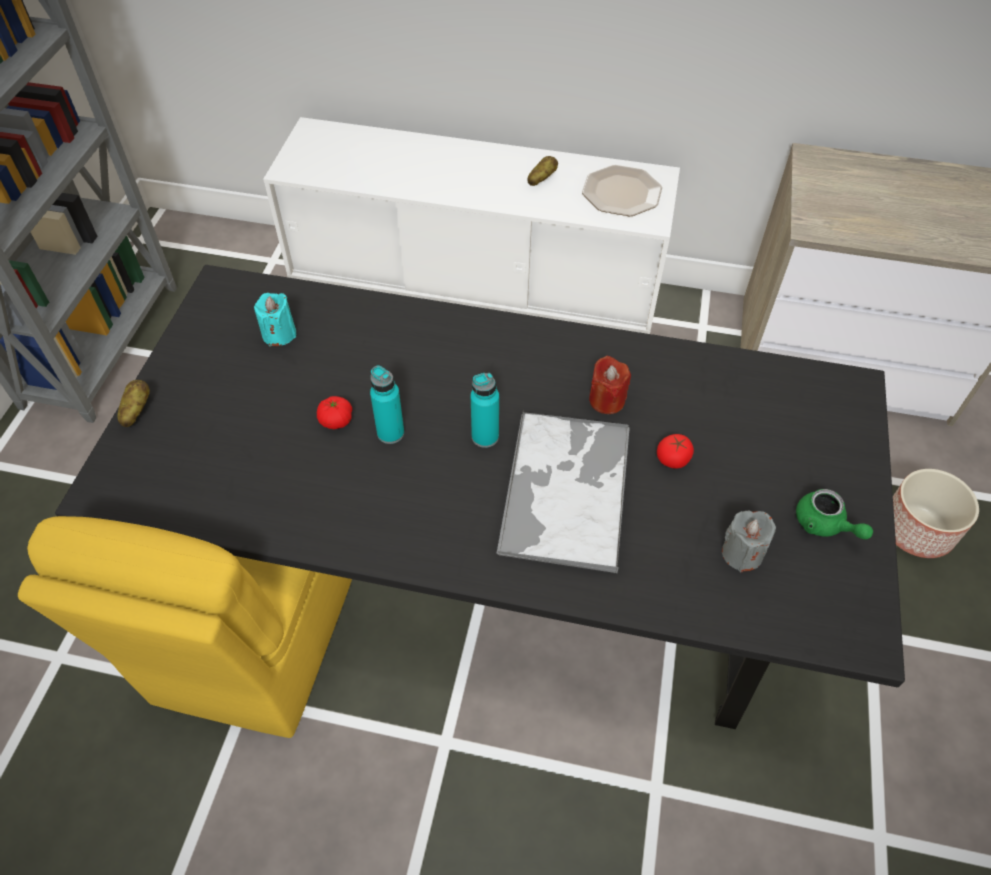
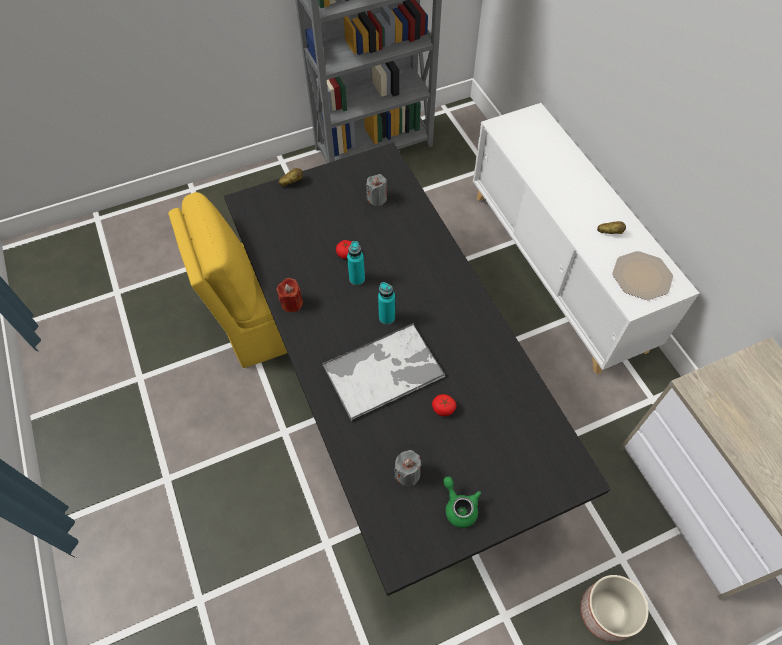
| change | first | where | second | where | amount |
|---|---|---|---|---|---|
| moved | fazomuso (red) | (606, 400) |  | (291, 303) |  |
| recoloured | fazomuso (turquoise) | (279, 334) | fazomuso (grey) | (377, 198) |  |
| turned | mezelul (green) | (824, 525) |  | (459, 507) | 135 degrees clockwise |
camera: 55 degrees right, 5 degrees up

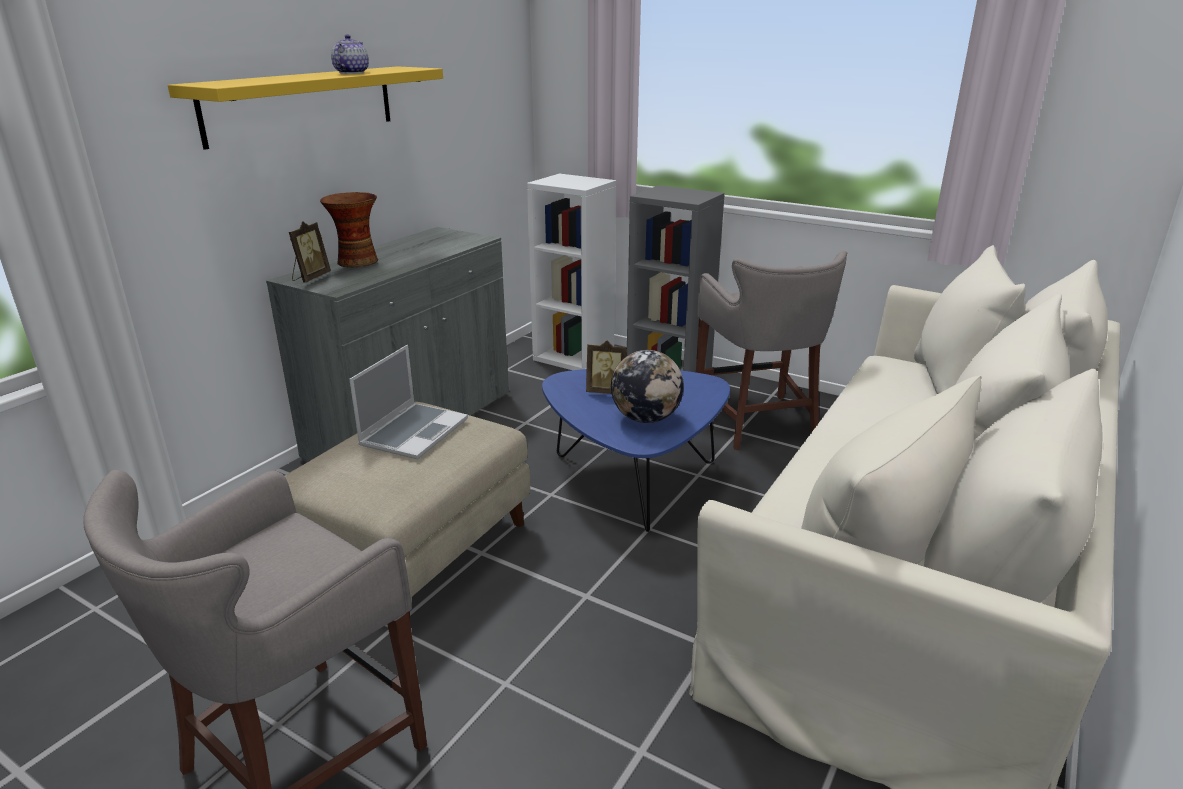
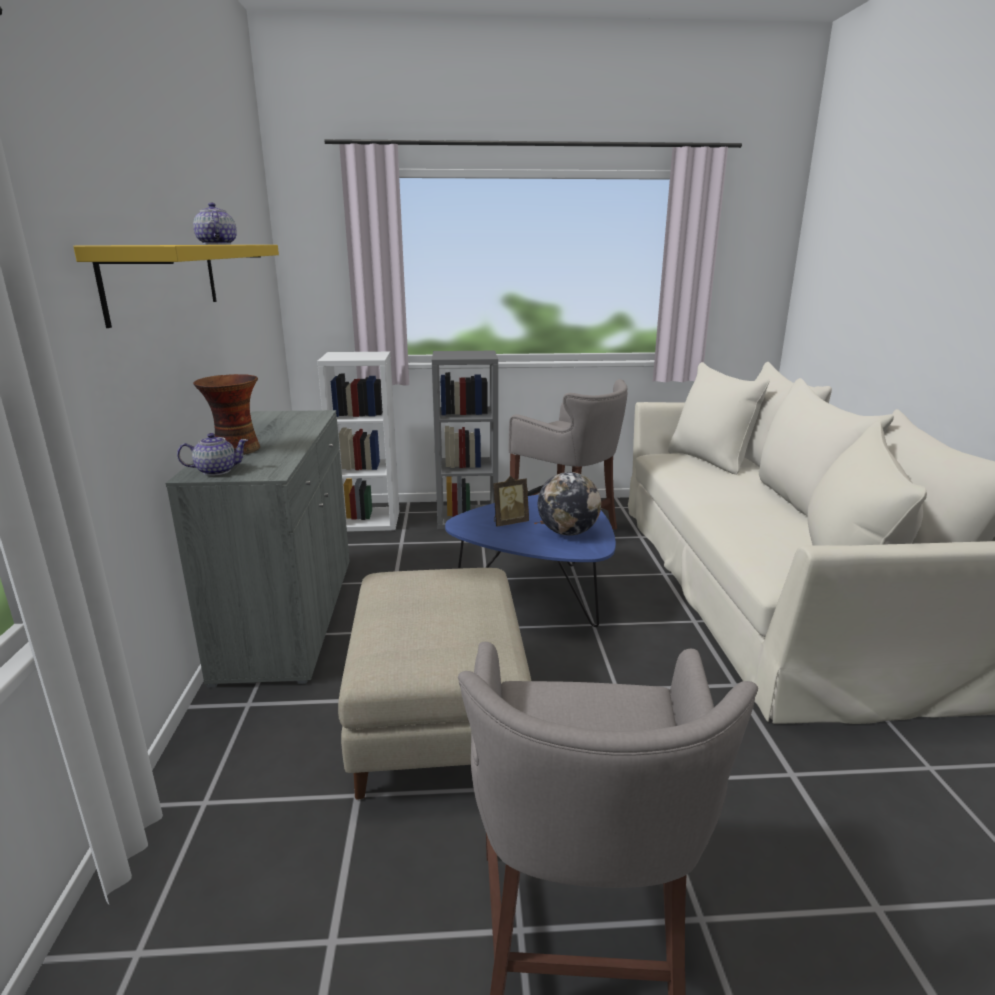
| change | first | where | second | where | amount |
|---|---|---|---|---|---|
| removed | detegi | (414, 432) |  |  |  |
| replaced | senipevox | (310, 278) | mezelul | (216, 471) |  |
camera: 35 degrees left, 5 degrees down

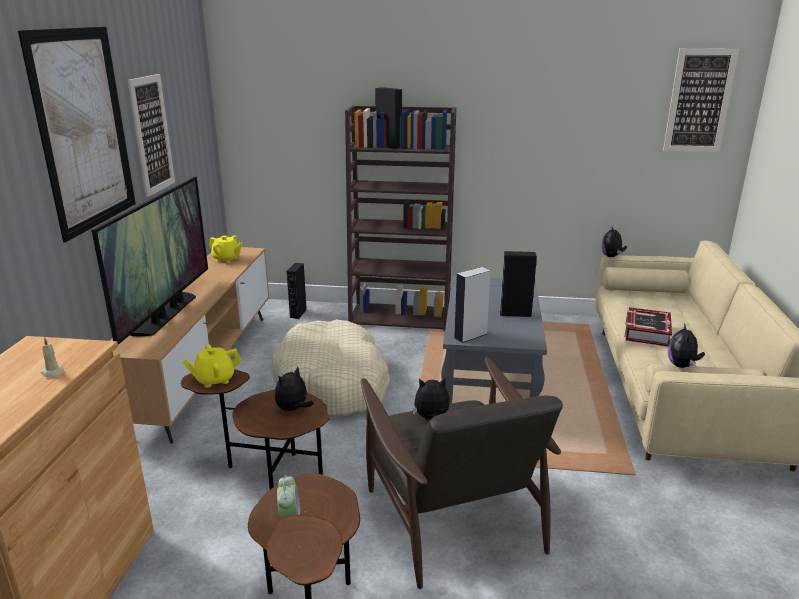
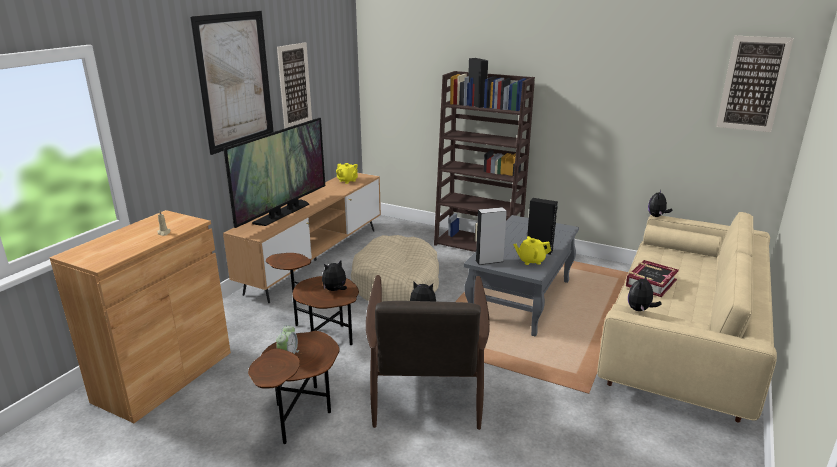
| change | first | where | second | where | amount |
|---|---|---|---|---|---|
| removed | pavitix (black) | (298, 313) |  |  |  |
| moved | mezelul (yellow) | (214, 379) |  | (531, 261) |  |
camera: 20 degrees right, 0 degrees up

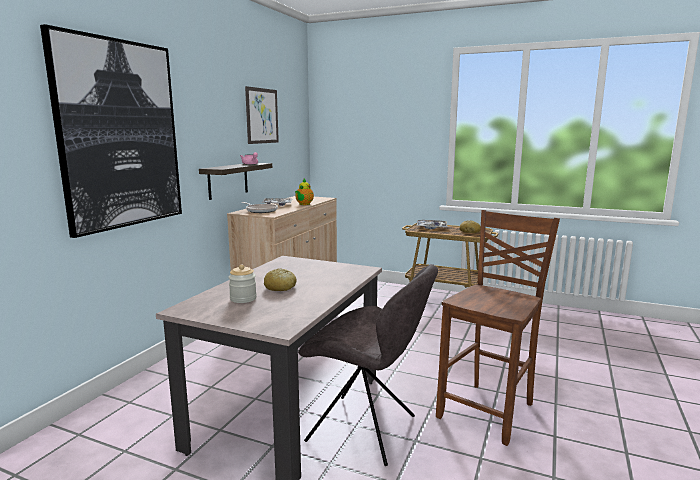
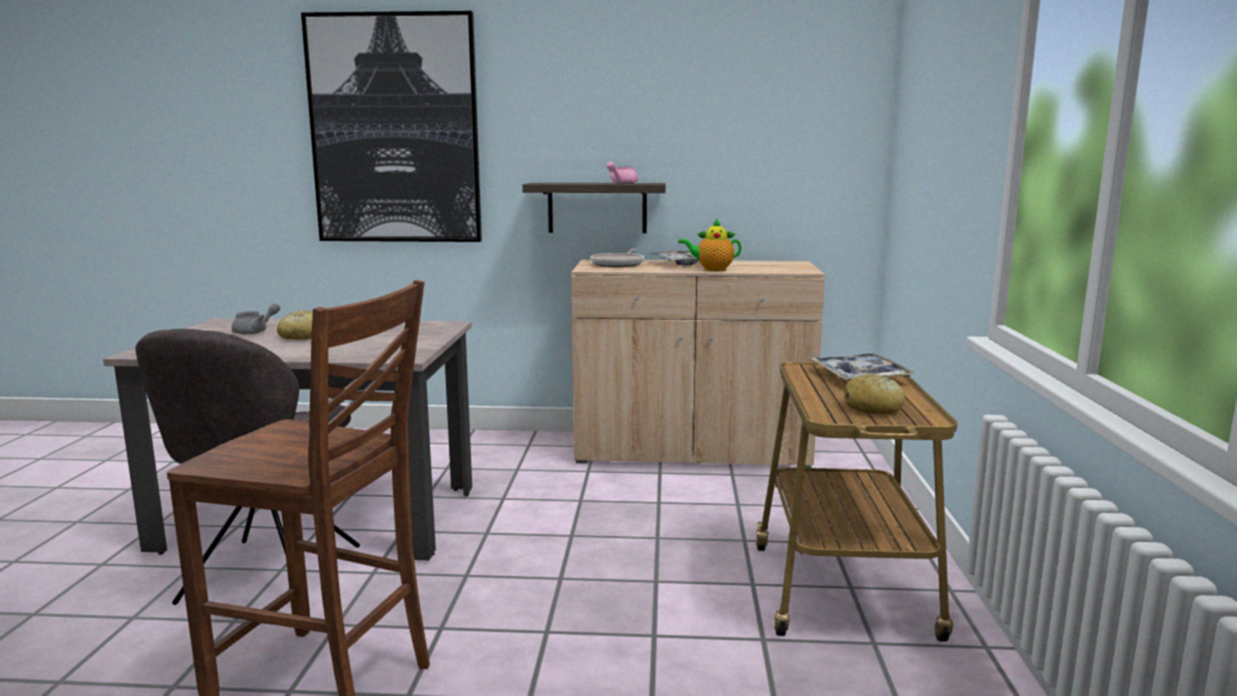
| change | first | where | second | where | amount |
|---|---|---|---|---|---|
| removed | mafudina | (262, 116) |  |  |  |
| replaced | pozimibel | (243, 299) | mezelul (grey) | (255, 331) |  |
camera: 70 degrees right, 0 degrees up

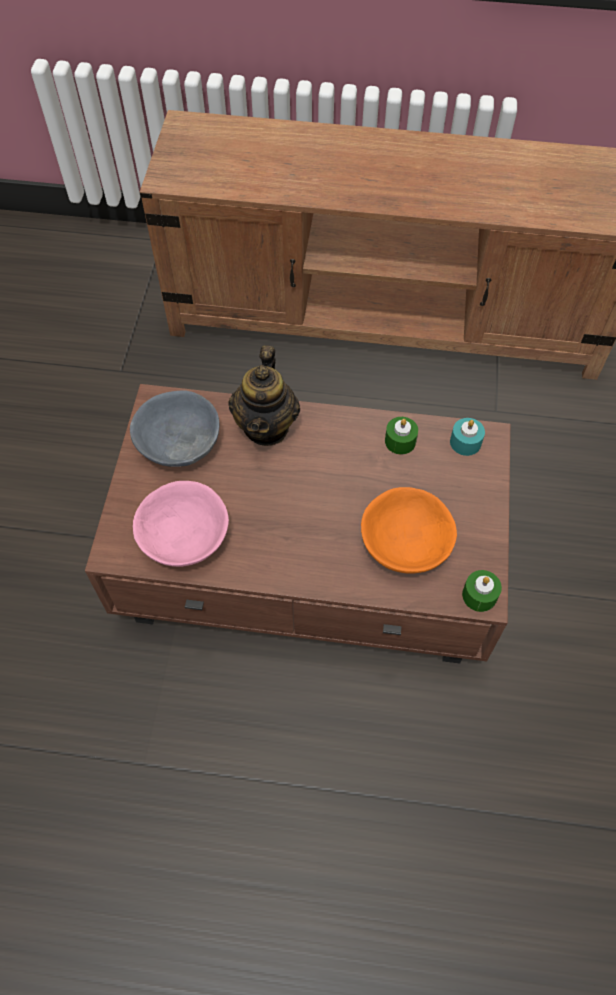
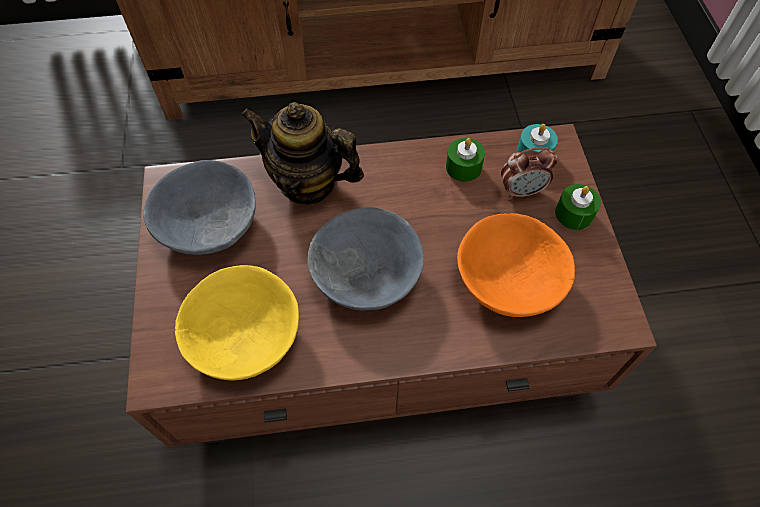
| change | first | where | second | where | amount |
|---|---|---|---|---|---|
| added |  |  | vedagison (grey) | (367, 274) |  |
| added |  |  | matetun | (521, 191) |  |
| moved | fazomuso (green) | (479, 595) |  | (574, 214) |  |
| recoloured | vedagison (pink) | (185, 536) | vedagison (yellow) | (246, 335) |  |
| turned | mezelul | (266, 426) |  | (308, 183) | 120 degrees clockwise |
camera: 15 degrees left, 0 degrees up

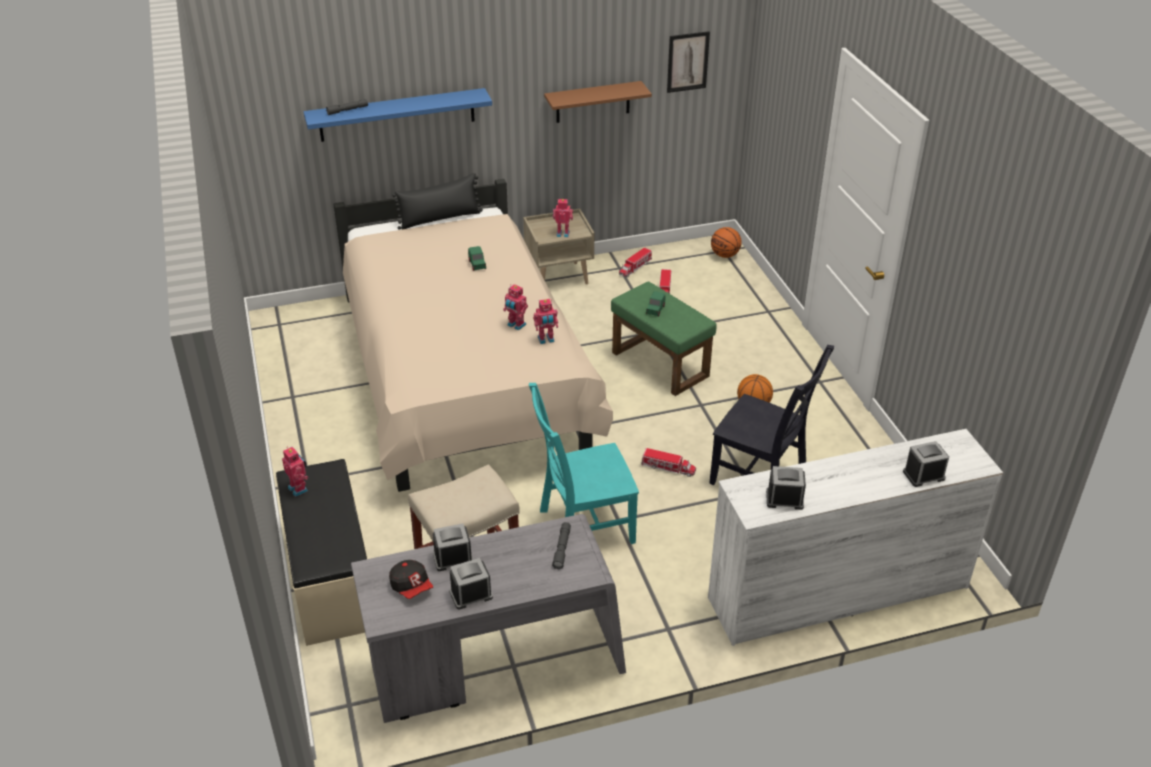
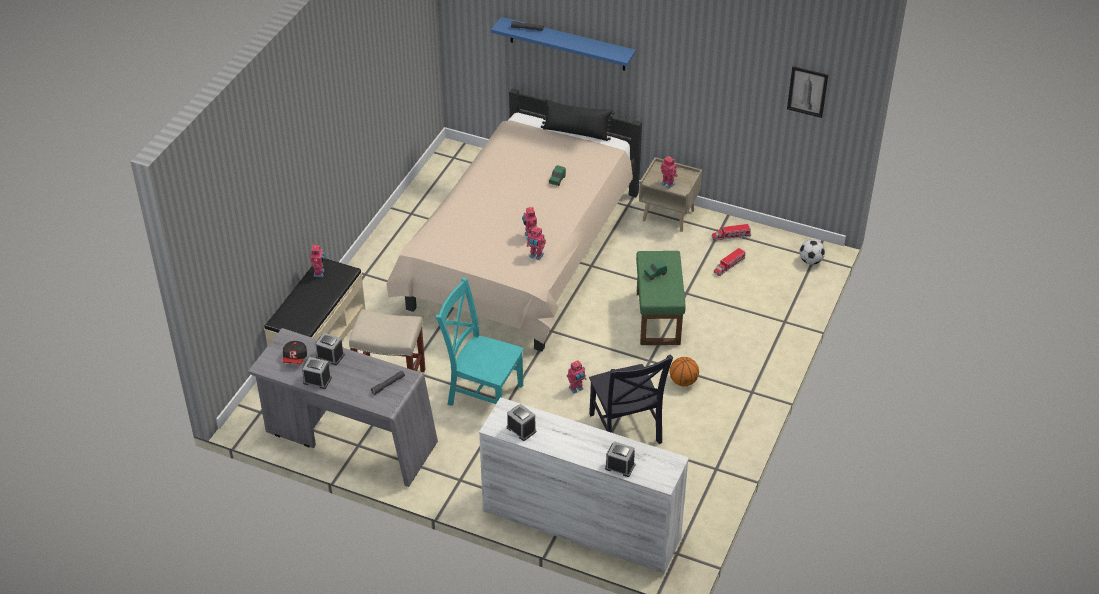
| change | first | where | second | where | amount |
|---|---|---|---|---|---|
| removed | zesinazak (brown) | (593, 102) |  |  |  |
| replaced | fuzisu | (668, 468) | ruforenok | (576, 389) |  |
| replaced | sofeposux | (725, 255) | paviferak | (810, 261) |  |
camera: 40 degrees right, 5 degrees up

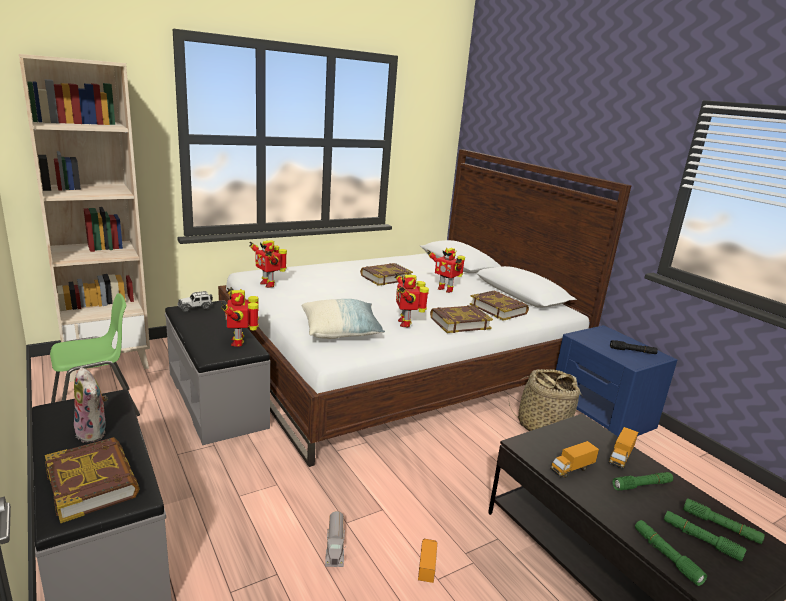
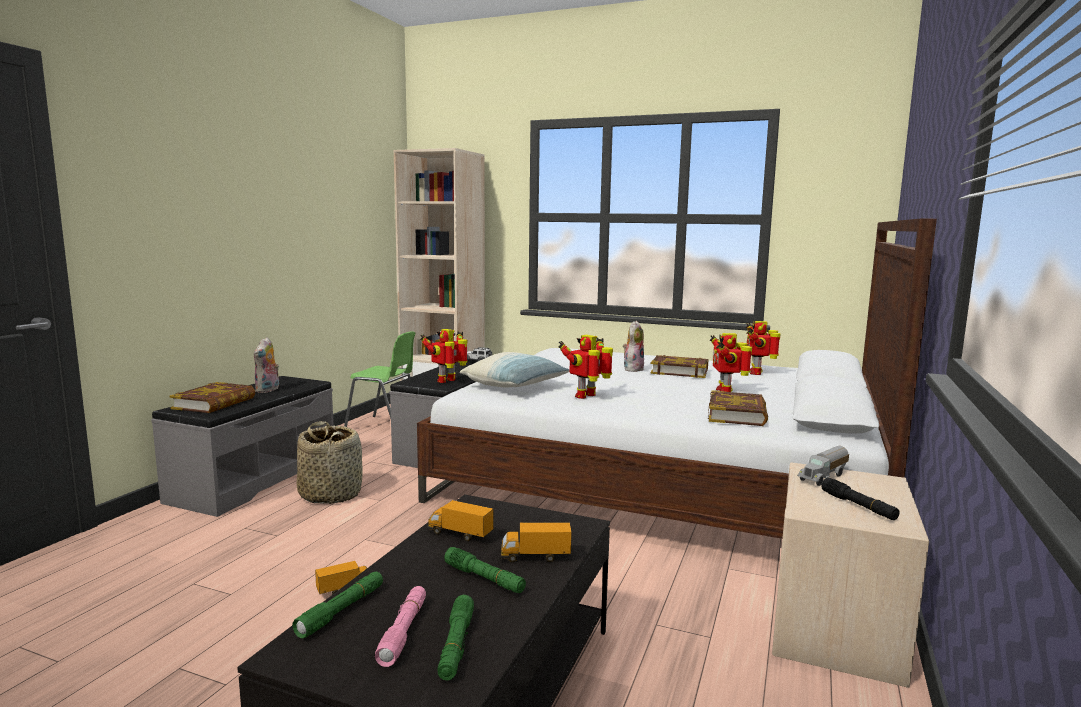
| change | first | where | second | where | amount |
|---|---|---|---|---|---|
| removed | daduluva | (459, 323) |  |  |  |
| added |  |  | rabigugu | (632, 369) |  |
| moved | ruforenok | (268, 284) |  | (757, 372) |  |
| moved | fuzisu | (335, 548) |  | (824, 477) |  |
| moved | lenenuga | (542, 426) |  | (331, 494) |  |
| recoloured | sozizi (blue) | (602, 414) | sozizi (beige) | (835, 625) |  |
| recoloured | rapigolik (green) | (700, 540) | rapigolik (pink) | (403, 632) |  |
camera: 55 degrees right, 10 degrees down

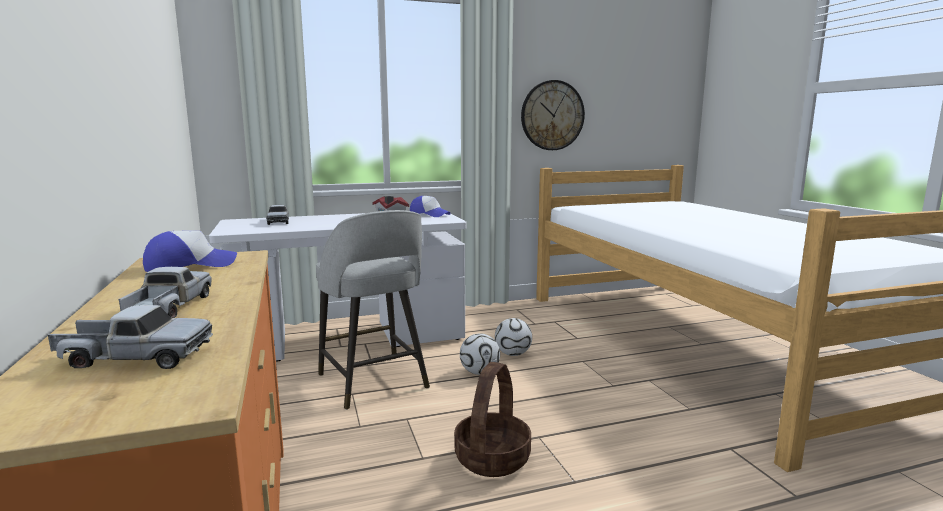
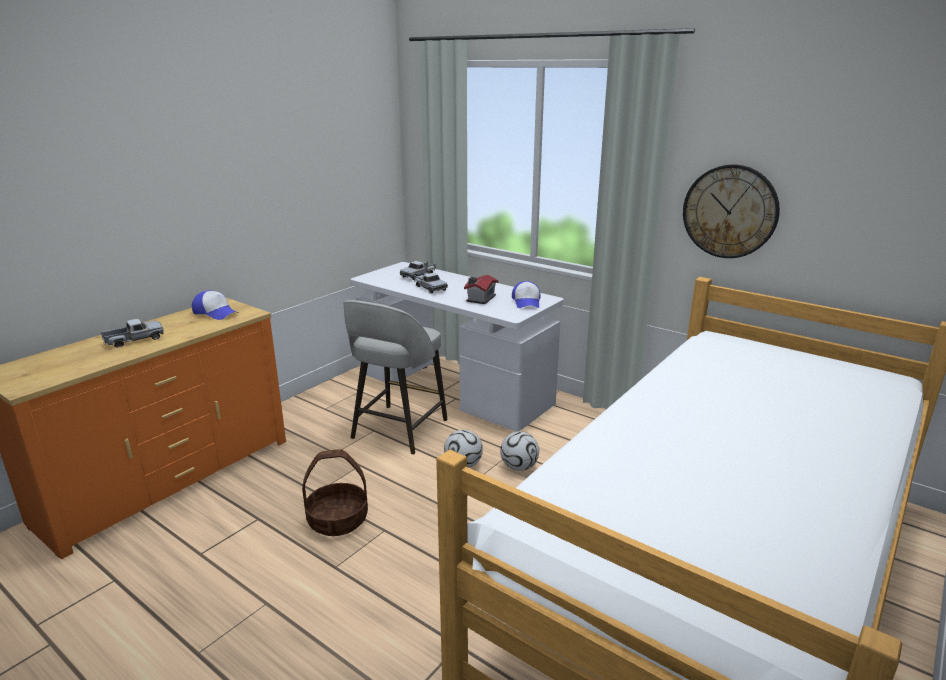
| change | first | where | second | where | amount |
|---|---|---|---|---|---|
| moved | fuzisu | (135, 357) |  | (429, 288) |  |
camera: 55 degrees right, 10 degrees up

